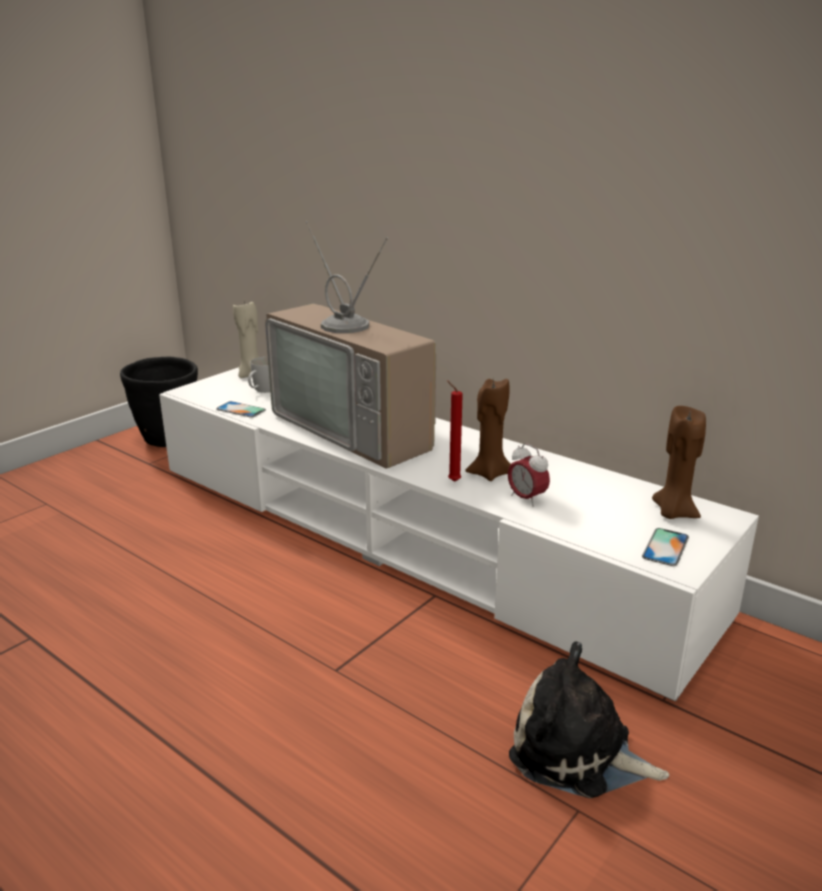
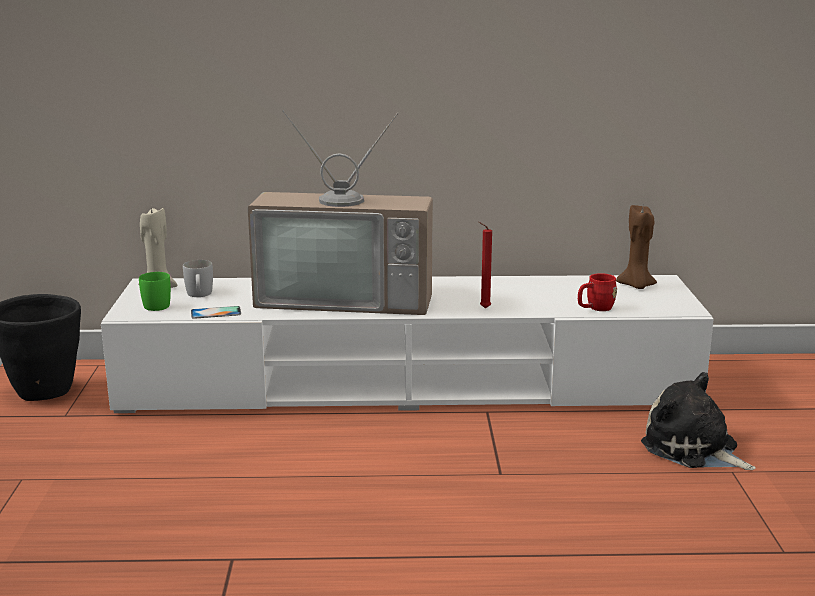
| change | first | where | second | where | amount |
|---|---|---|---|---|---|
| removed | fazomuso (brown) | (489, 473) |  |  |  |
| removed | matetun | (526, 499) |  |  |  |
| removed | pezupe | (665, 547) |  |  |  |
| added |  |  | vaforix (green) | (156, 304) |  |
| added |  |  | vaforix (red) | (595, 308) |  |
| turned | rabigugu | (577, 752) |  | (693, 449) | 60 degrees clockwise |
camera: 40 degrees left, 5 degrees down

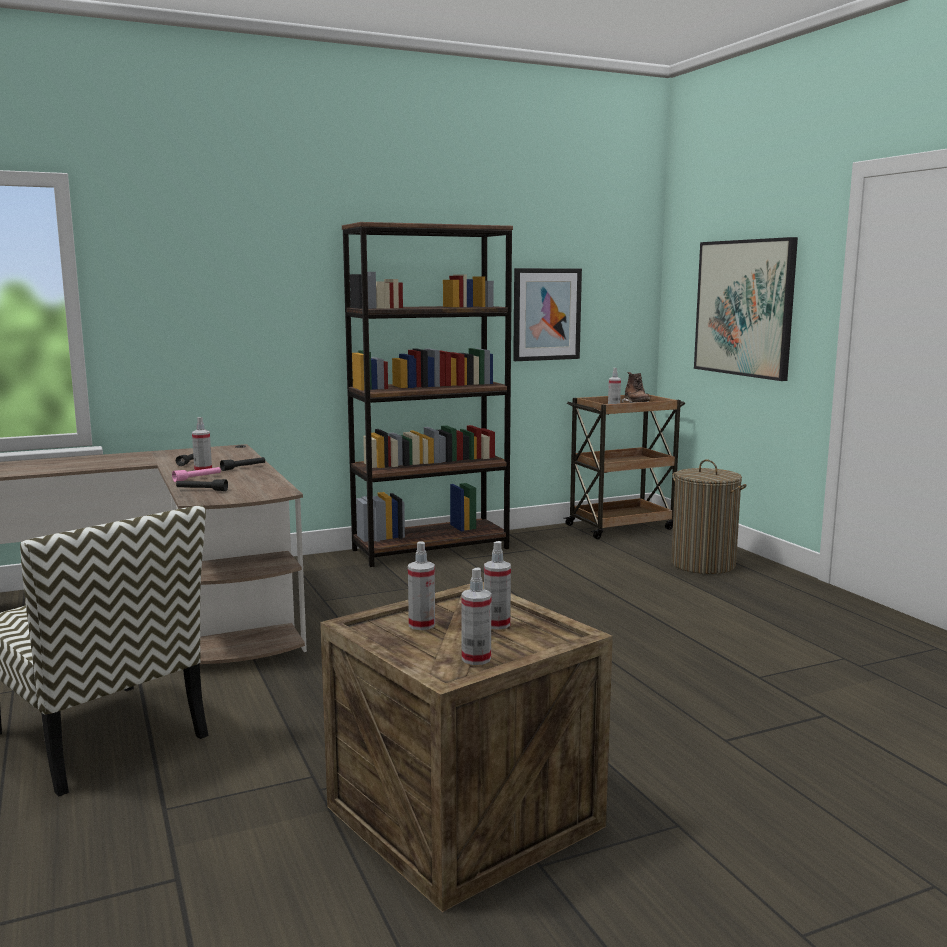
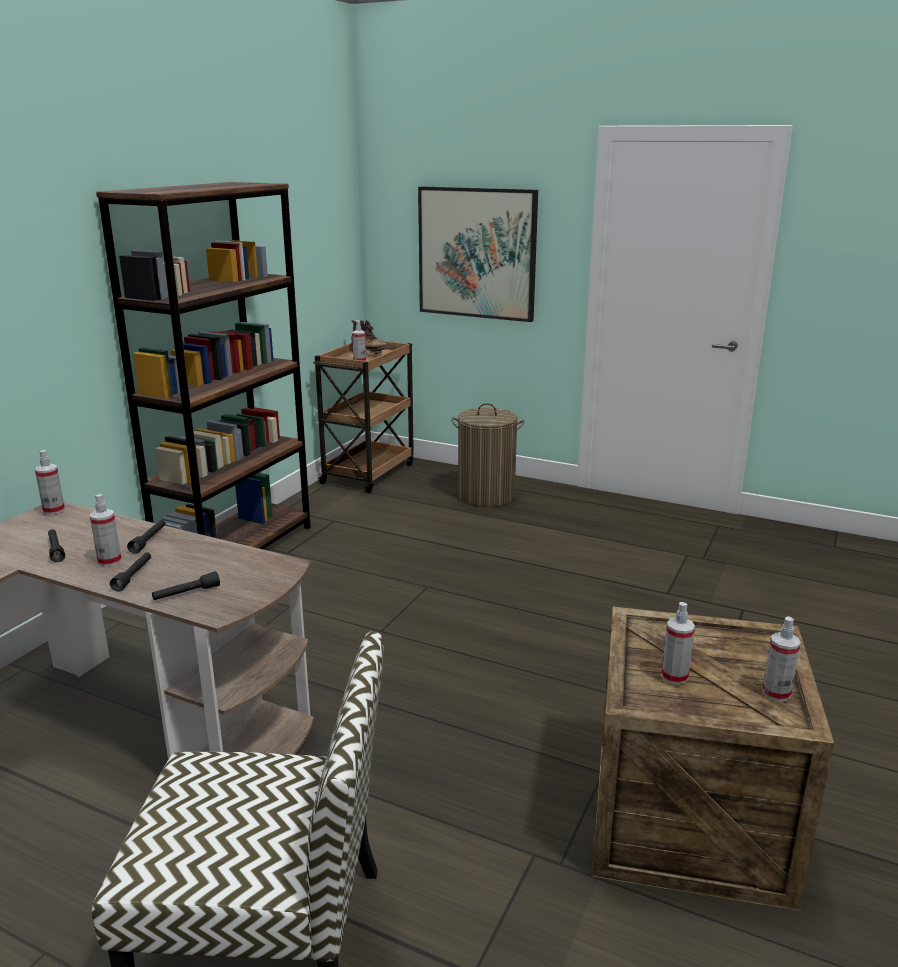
| change | first | where | second | where | amount |
|---|---|---|---|---|---|
| removed | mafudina | (546, 314) |  |  |  |
| moved | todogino | (497, 624) |  | (54, 510) |  |
| recoloured | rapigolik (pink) | (197, 478) | rapigolik (black) | (133, 576) |  |
camera: 40 degrees left, 10 degrees up

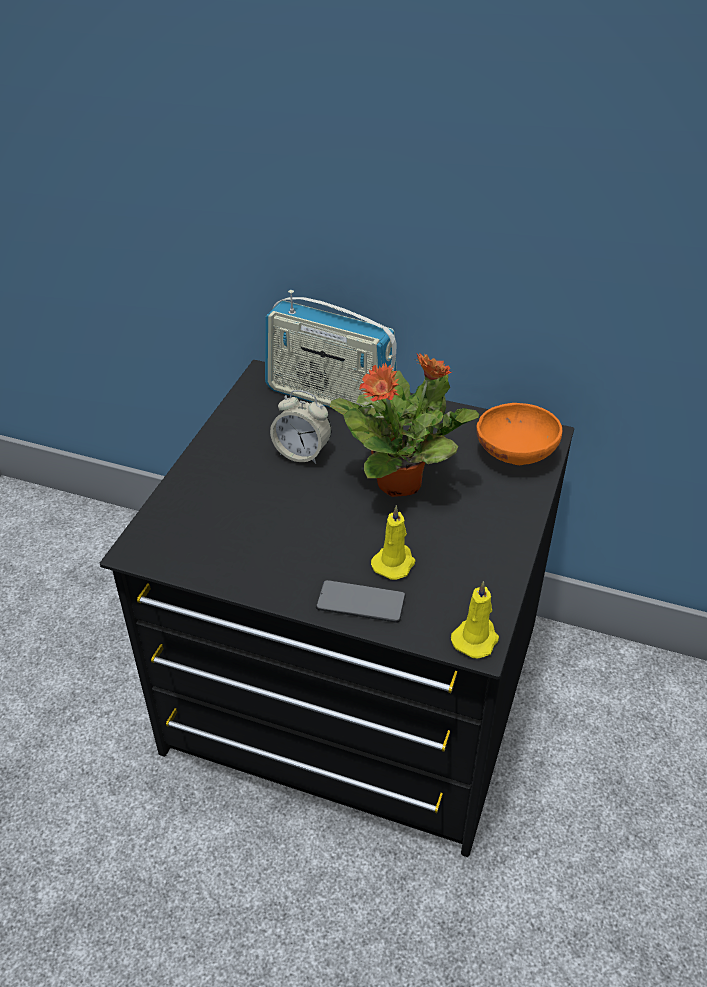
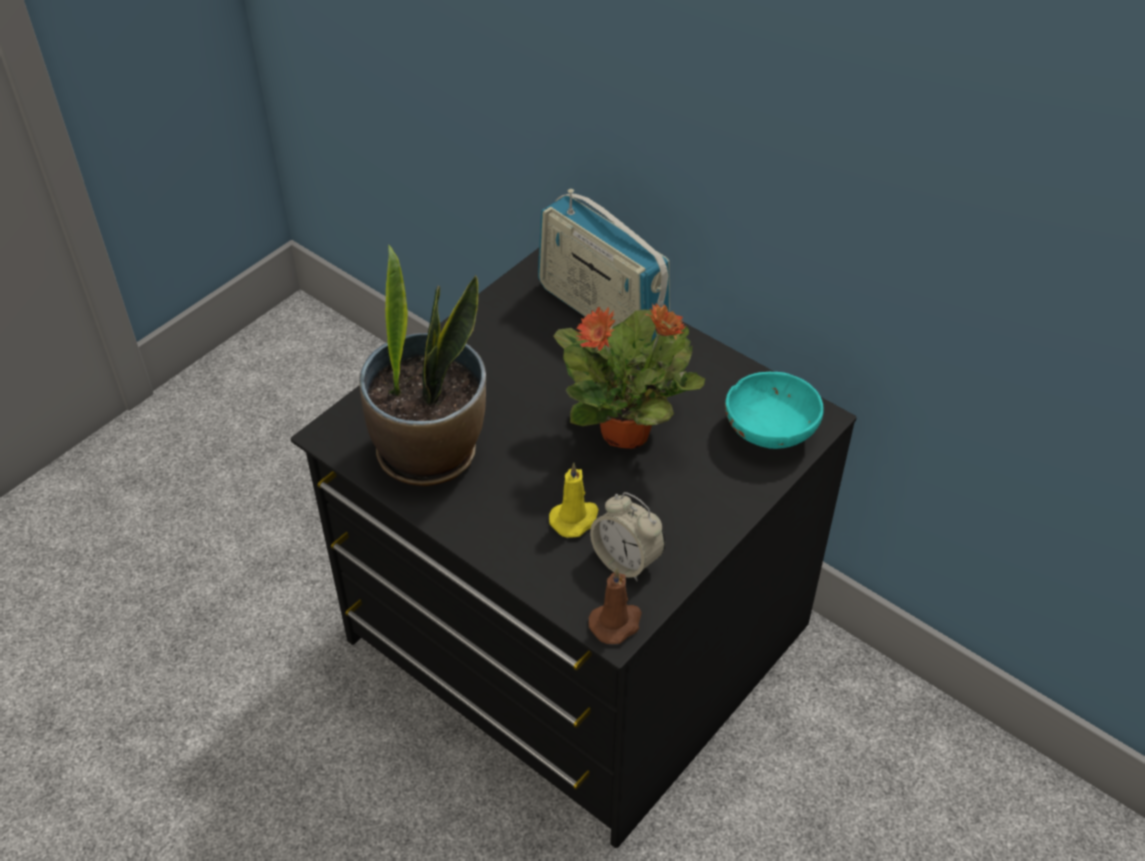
| change | first | where | second | where | amount |
|---|---|---|---|---|---|
| removed | pezupe | (361, 602) |  |  |  |
| added |  |  | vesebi | (429, 451) |  |
| moved | matetun | (302, 453) |  | (626, 560) |  |
| recoloured | fazomuso (yellow) | (476, 638) | fazomuso (brown) | (616, 622) |  |
| recoloured | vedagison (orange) | (514, 453) | vedagison (turquoise) | (770, 430) |  |
camera: 20 degrees right, 5 degrees up

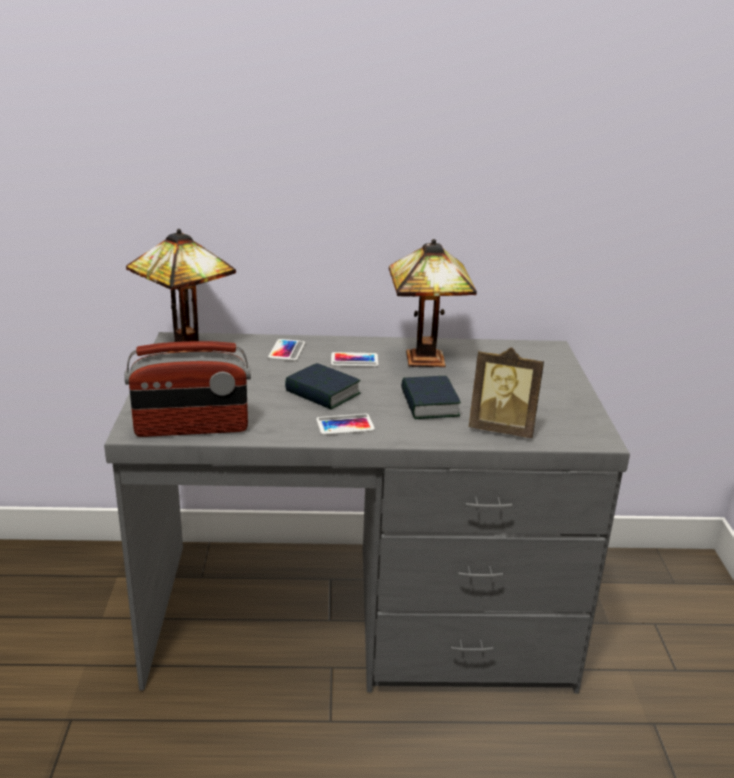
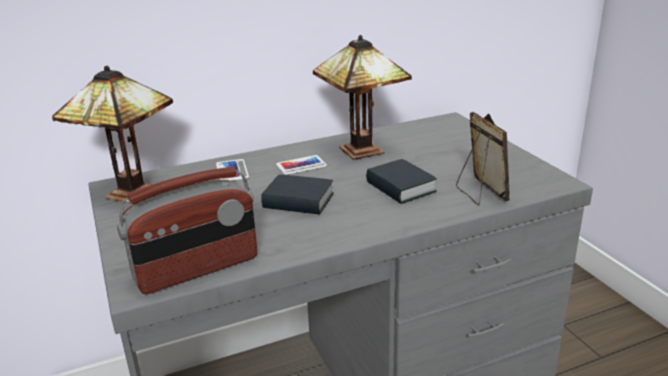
| change | first | where | second | where | amount |
|---|---|---|---|---|---|
| removed | pezupe | (345, 425) |  |  |  |
| turned | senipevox | (502, 429) |  | (479, 193) | 105 degrees counterclockwise |
camera: 20 degrees left, 0 degrees up

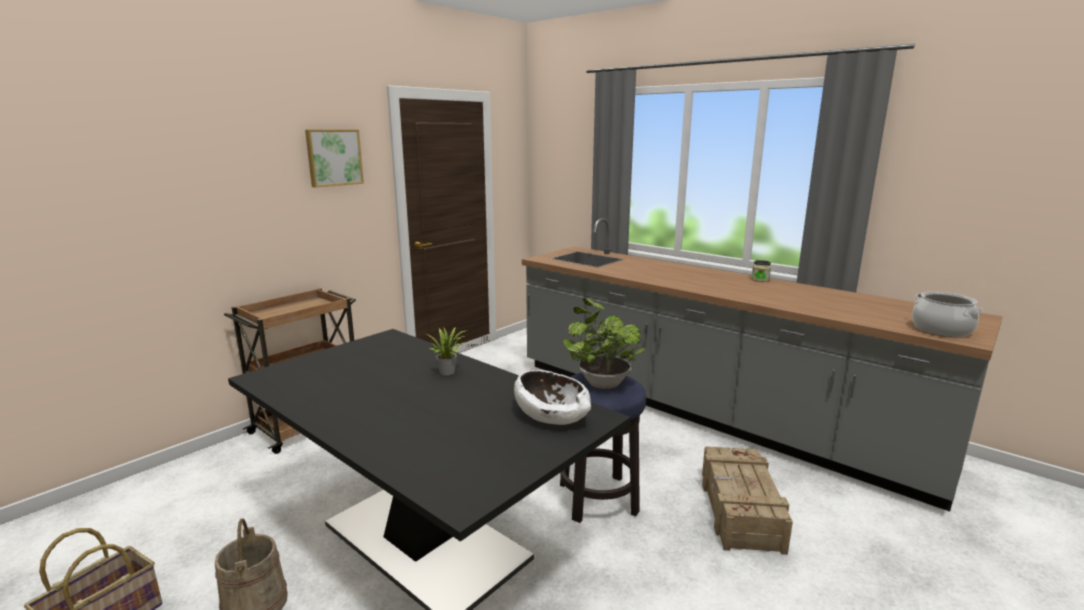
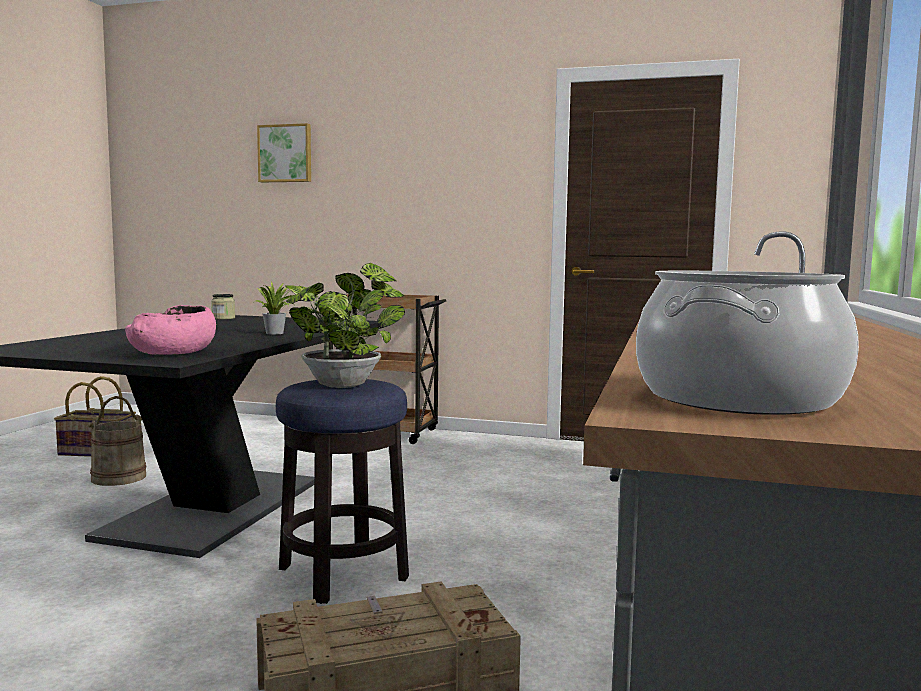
| change | first | where | second | where | amount |
|---|---|---|---|---|---|
| moved | mafudina | (333, 157) |  | (285, 153) |  |
| moved | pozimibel | (760, 279) |  | (223, 318) |  |
| recoloured | vedagison (white) | (551, 415) | vedagison (pink) | (174, 353) |  |
camera: 65 degrees right, 10 degrees down

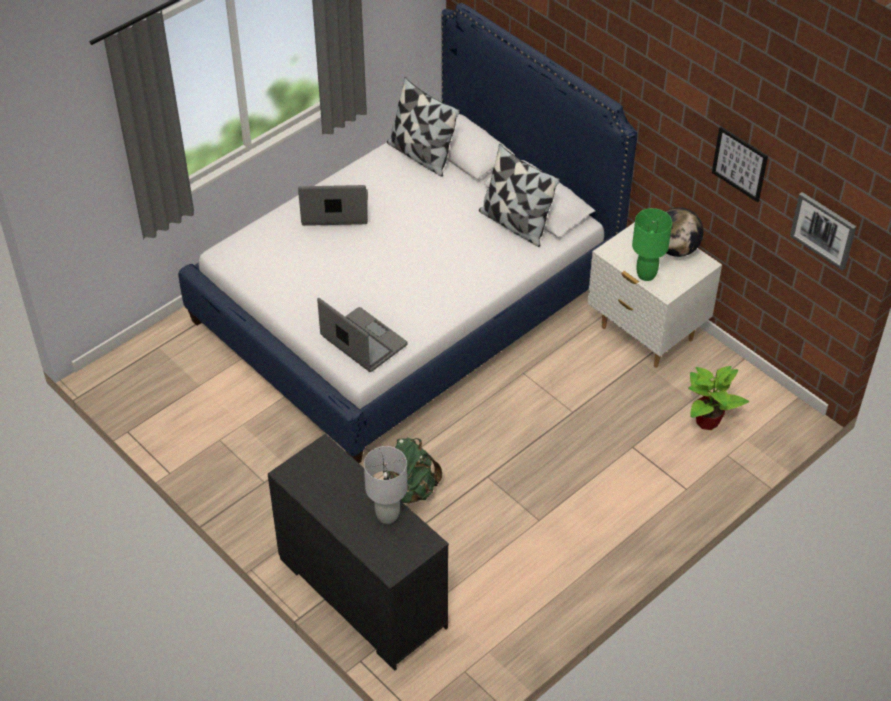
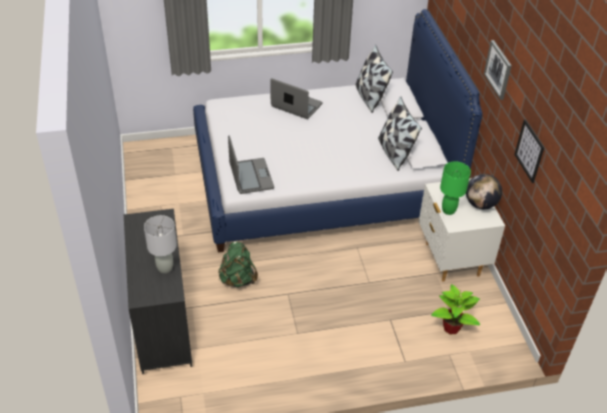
| change | first | where | second | where | amount |
|---|---|---|---|---|---|
| moved | mafudina | (823, 230) |  | (498, 69) |  |
camera: 30 degrees right, 5 degrees down

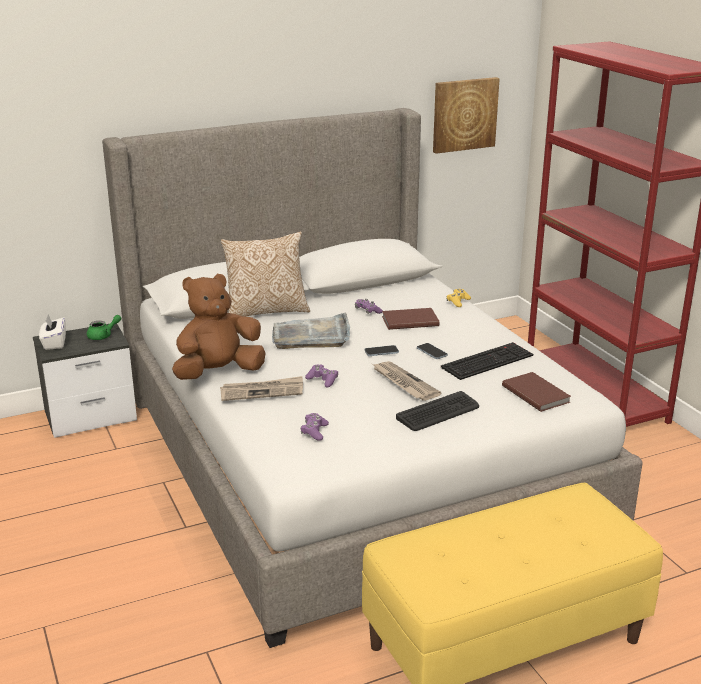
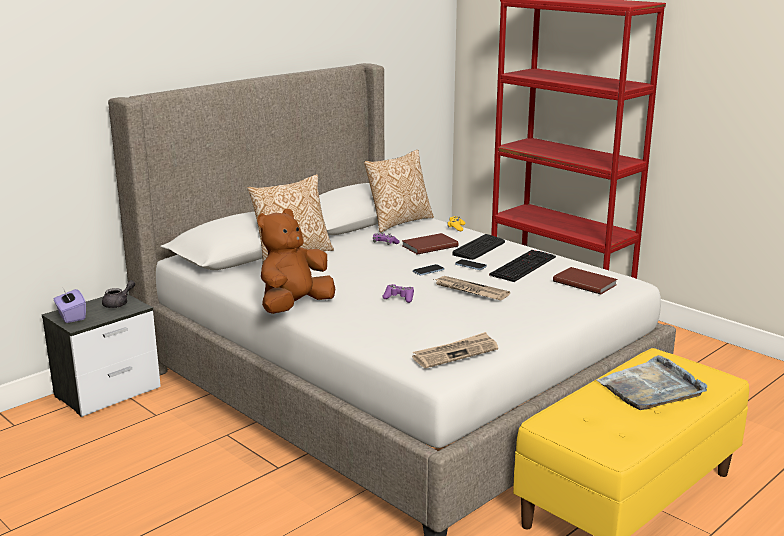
| change | first | where | second | where | amount |
|---|---|---|---|---|---|
| removed | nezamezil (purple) | (314, 432) |  |  |  |
| removed | mafudina | (464, 114) |  |  |  |
| added |  |  | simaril | (398, 222) |  |
| moved | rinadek | (262, 391) |  | (455, 353) |  |
| moved | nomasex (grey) | (311, 335) |  | (651, 388) |  |
| moved | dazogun | (438, 412) |  | (479, 248) |  |
| recoloured | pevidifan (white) | (54, 343) | pevidifan (purple) | (71, 316) |  |
| recoloured | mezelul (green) | (103, 336) | mezelul (grey) | (119, 303) |  |
camera: 20 degrees left, 5 degrees down

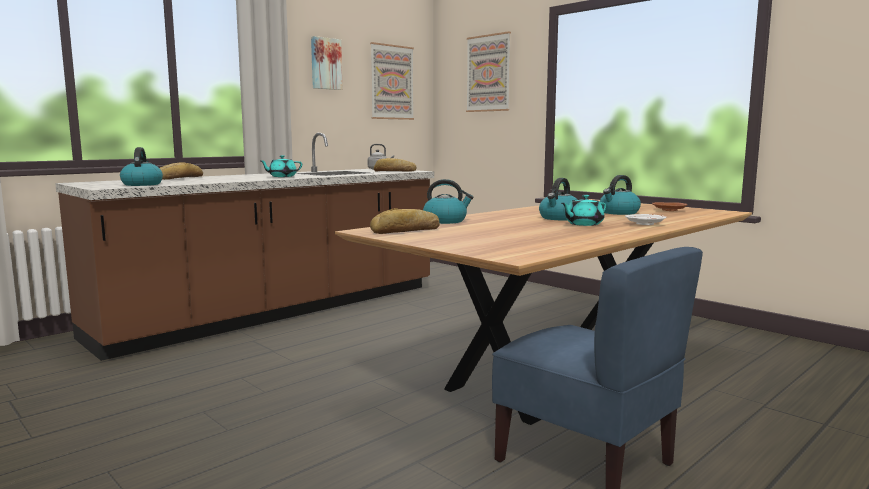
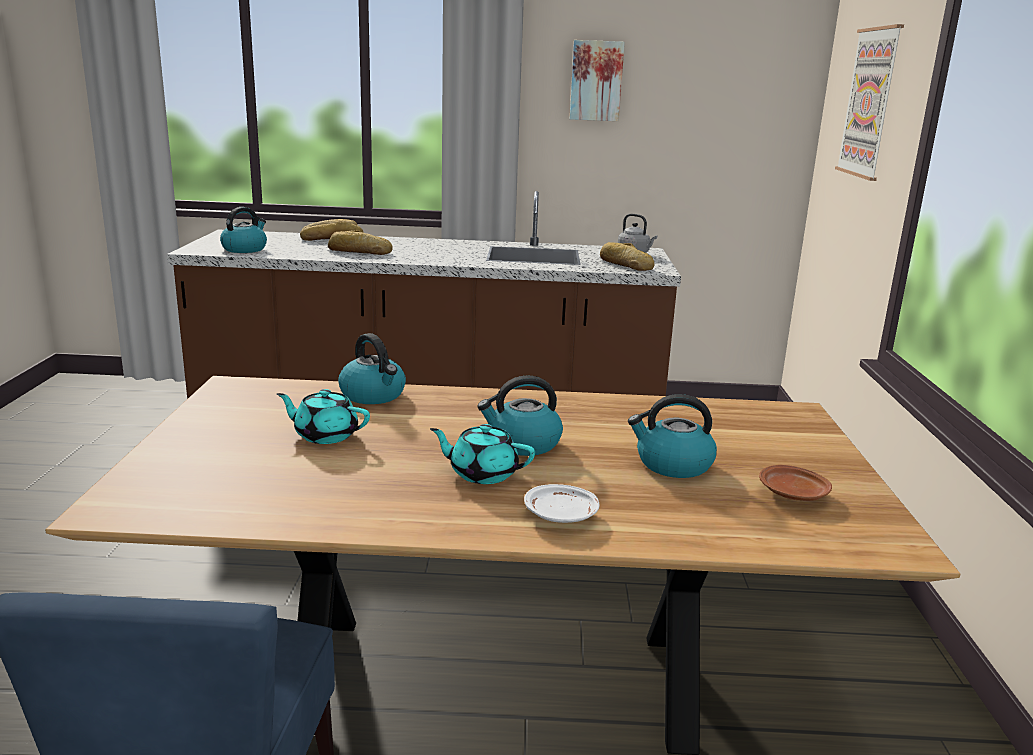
| change | first | where | second | where | amount |
|---|---|---|---|---|---|
| removed | mafudina | (391, 82) |  |  |  |
| moved | mezelul (turquoise) | (282, 176) |  | (325, 435) |  |
| moved | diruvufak | (406, 230) |  | (359, 251) |  |
camera: 45 degrees right, 10 degrees up

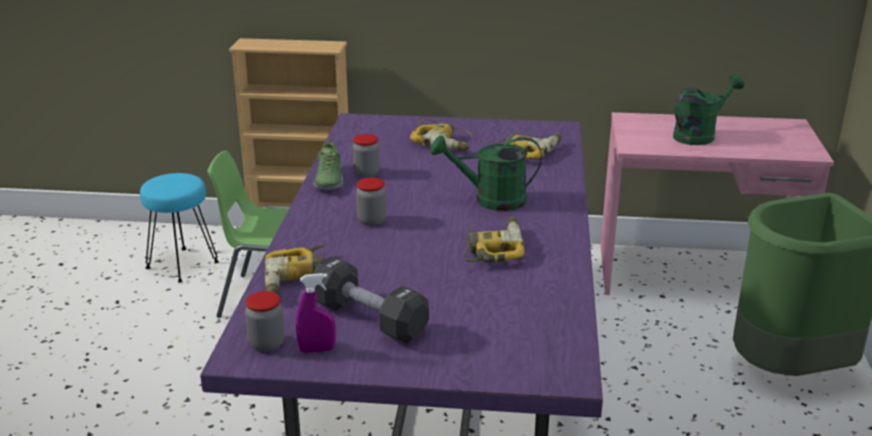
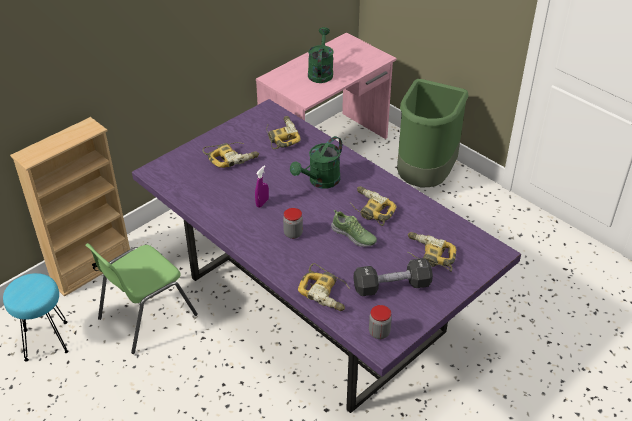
| change | first | where | second | where | amount |
|---|---|---|---|---|---|
| removed | pozimibel | (366, 173) |  |  |  |
| added |  |  | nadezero | (429, 256) |  |
| moved | todogino (purple) | (317, 350) |  | (262, 203) |  |
| moved | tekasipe | (328, 180) |  | (354, 236) |  |
camera: 50 degrees left, 15 degrees up

